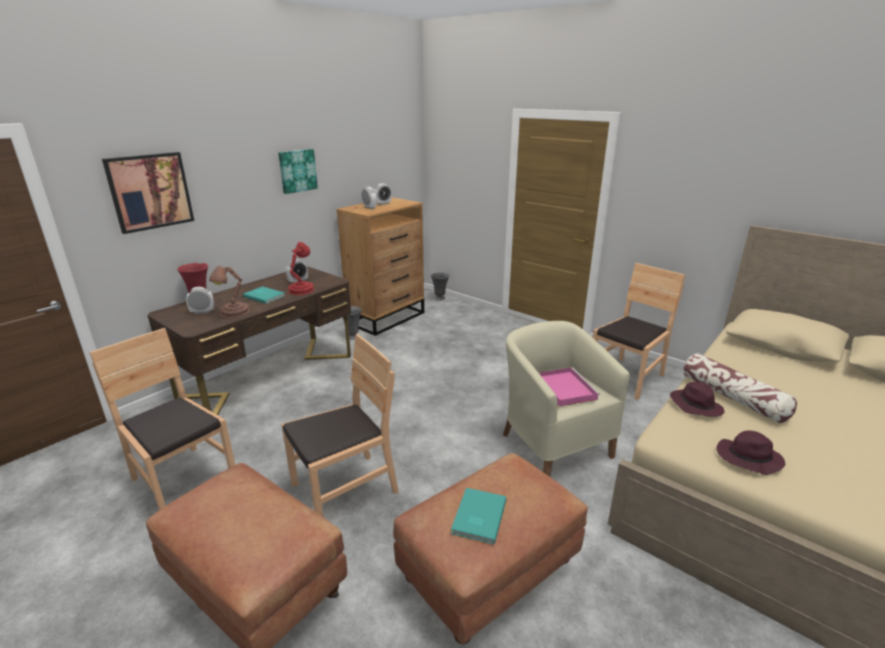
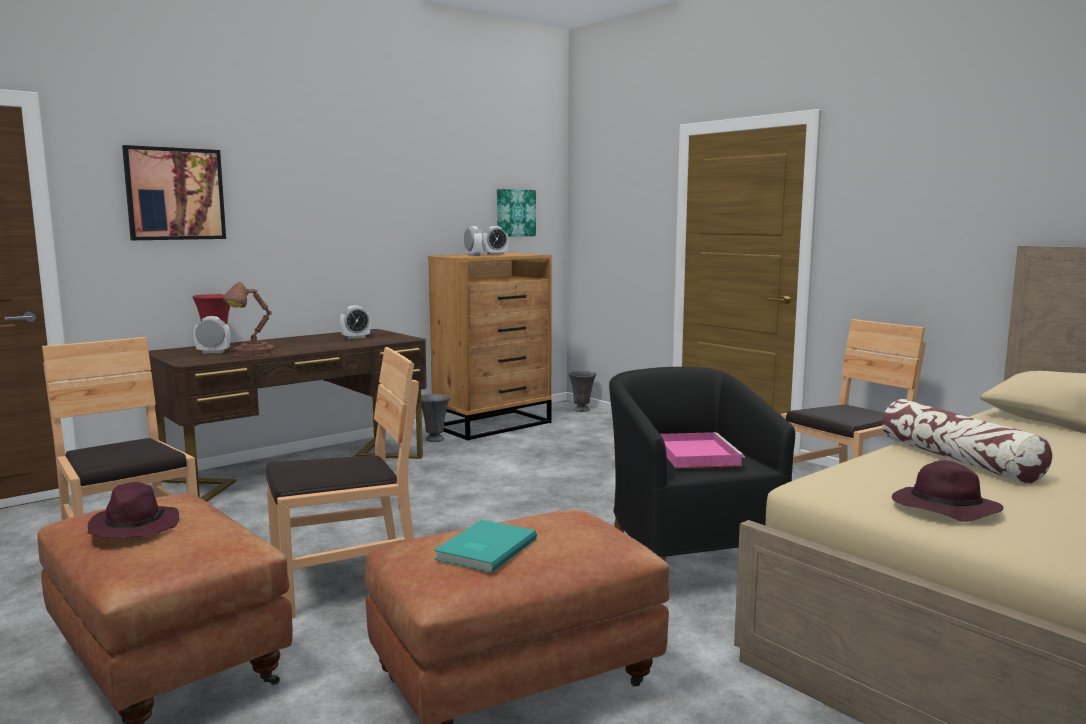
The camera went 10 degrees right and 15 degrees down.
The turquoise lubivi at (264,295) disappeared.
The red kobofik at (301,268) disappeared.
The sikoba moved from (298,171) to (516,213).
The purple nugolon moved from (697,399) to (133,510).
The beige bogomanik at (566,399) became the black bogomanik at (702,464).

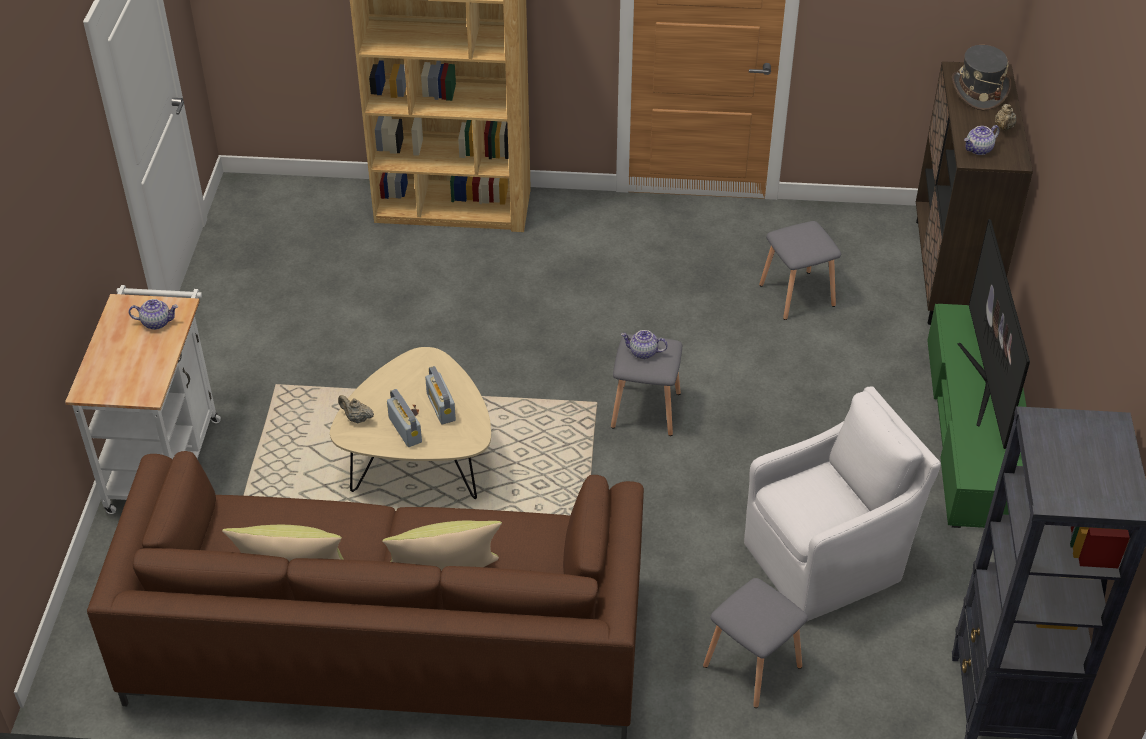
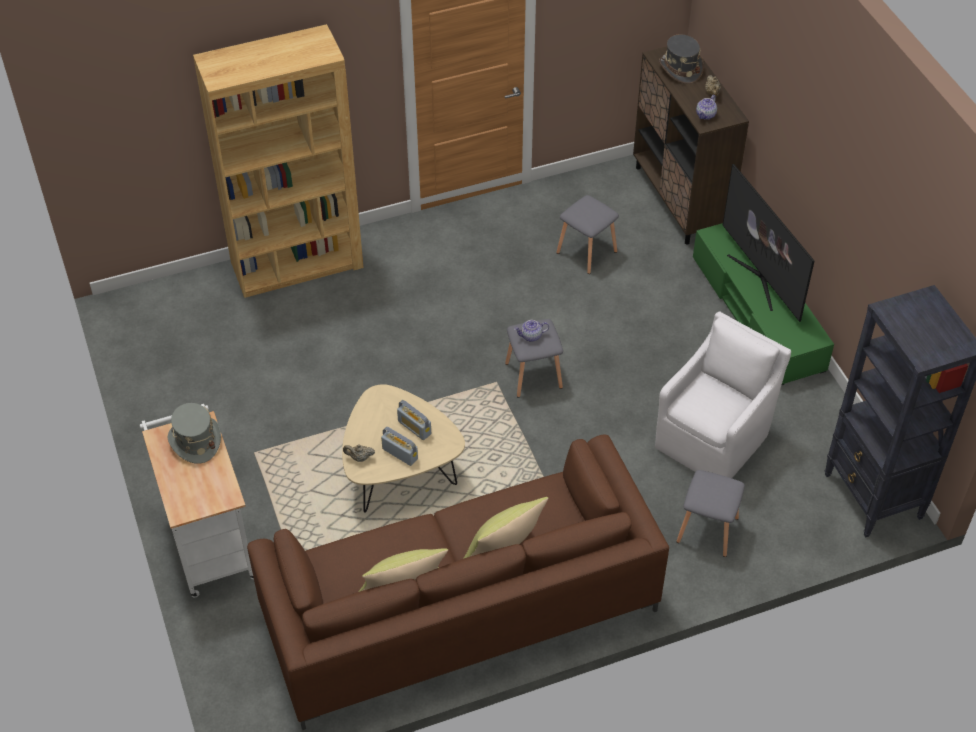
The camera went 25 degrees left and 5 degrees up.
The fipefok at (153,314) was replaced by the grey nugolon at (194,433).

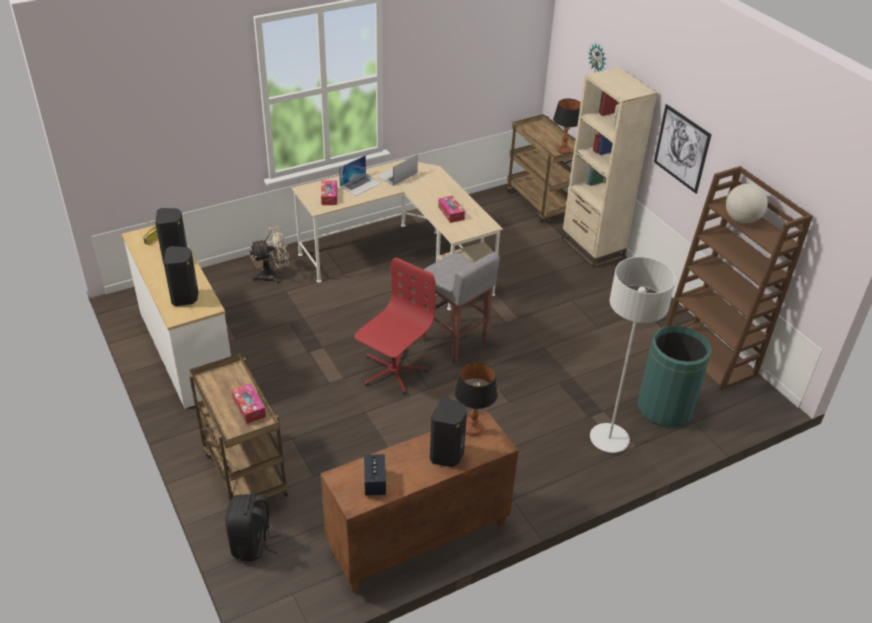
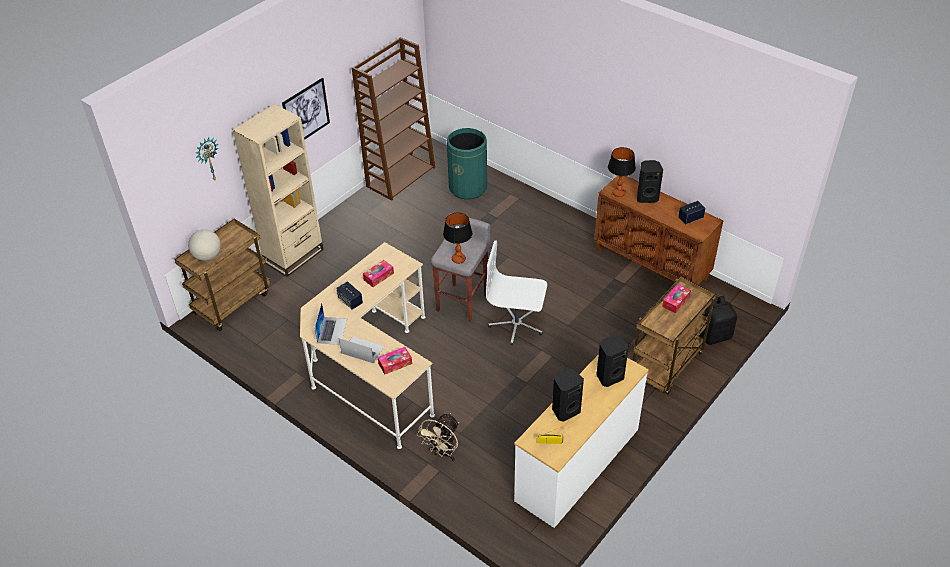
The camera went 110 degrees left and 5 degrees up.
The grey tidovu at (633,355) disappeared.
The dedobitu at (350,295) appeared.
The kobofik moved from (567,126) to (457,238).
The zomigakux moved from (747,204) to (204,245).
The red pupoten at (395,326) became the white pupoten at (516,292).
The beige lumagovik at (269,255) turned 105 degrees counterclockwise.
The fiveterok at (397,170) turned 105 degrees counterclockwise.

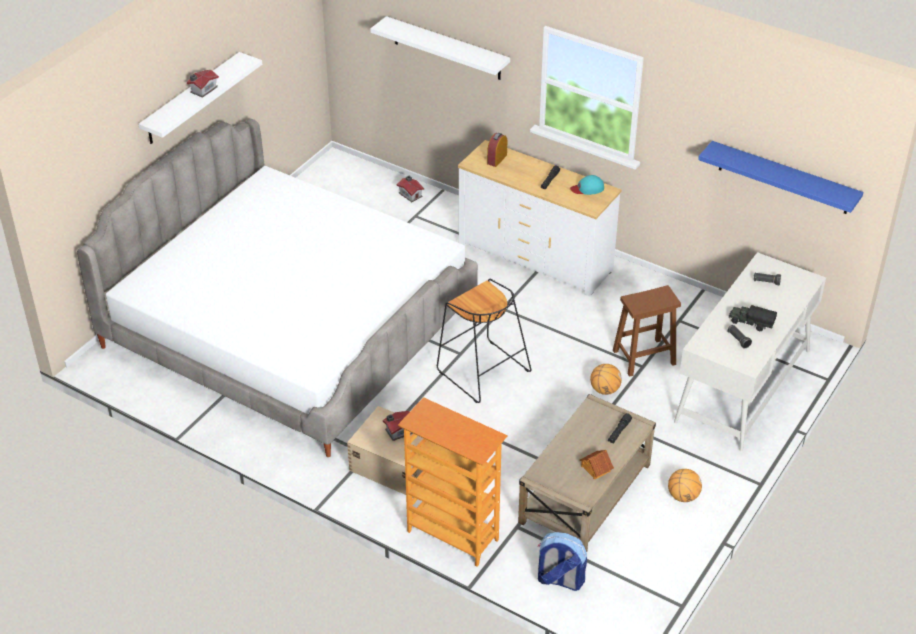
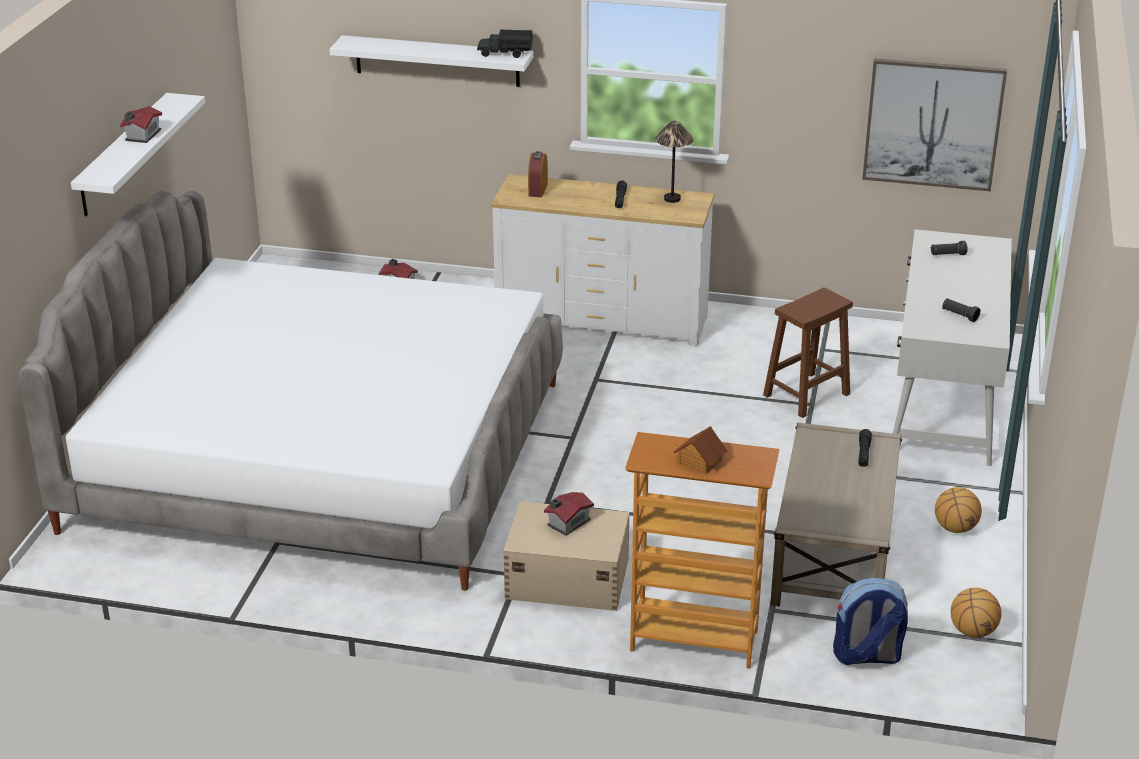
The camera went 20 degrees left and 10 degrees down.
The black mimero at (484,341) disappeared.
The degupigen moved from (597,465) to (701,450).
The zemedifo moved from (606,379) to (976,613).
The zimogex moved from (753,318) to (505,44).
The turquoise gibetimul at (587,185) was replaced by the kobofik at (674,162).
The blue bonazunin at (780,177) was replaced by the sikoba at (934,124).

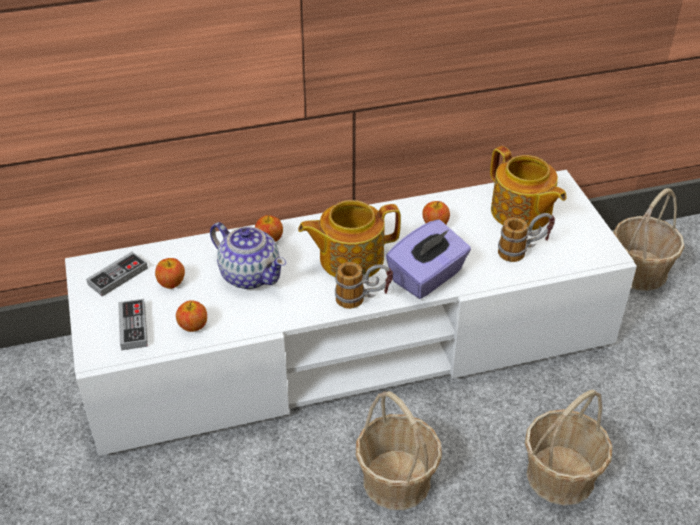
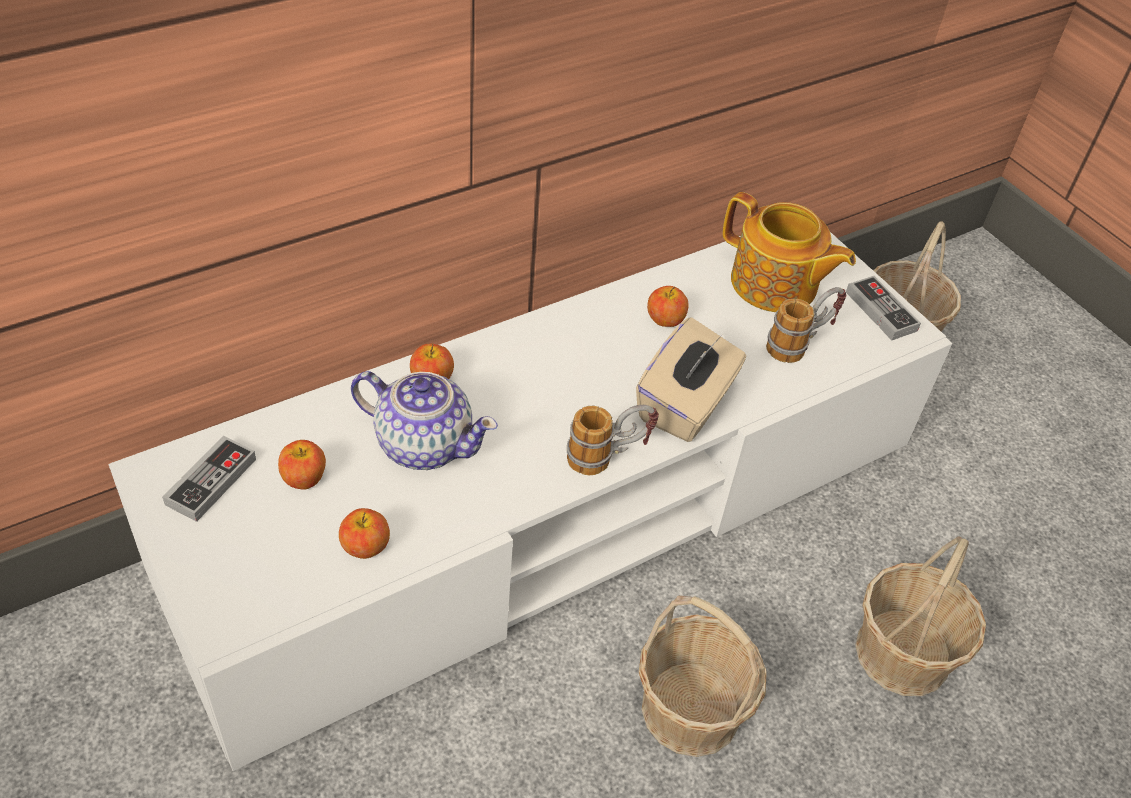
The camera went 20 degrees left and 5 degrees up.
The fipefok at (349,238) disappeared.
The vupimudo moved from (133,324) to (883,308).
The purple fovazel at (428,259) became the beige fovazel at (691,379).

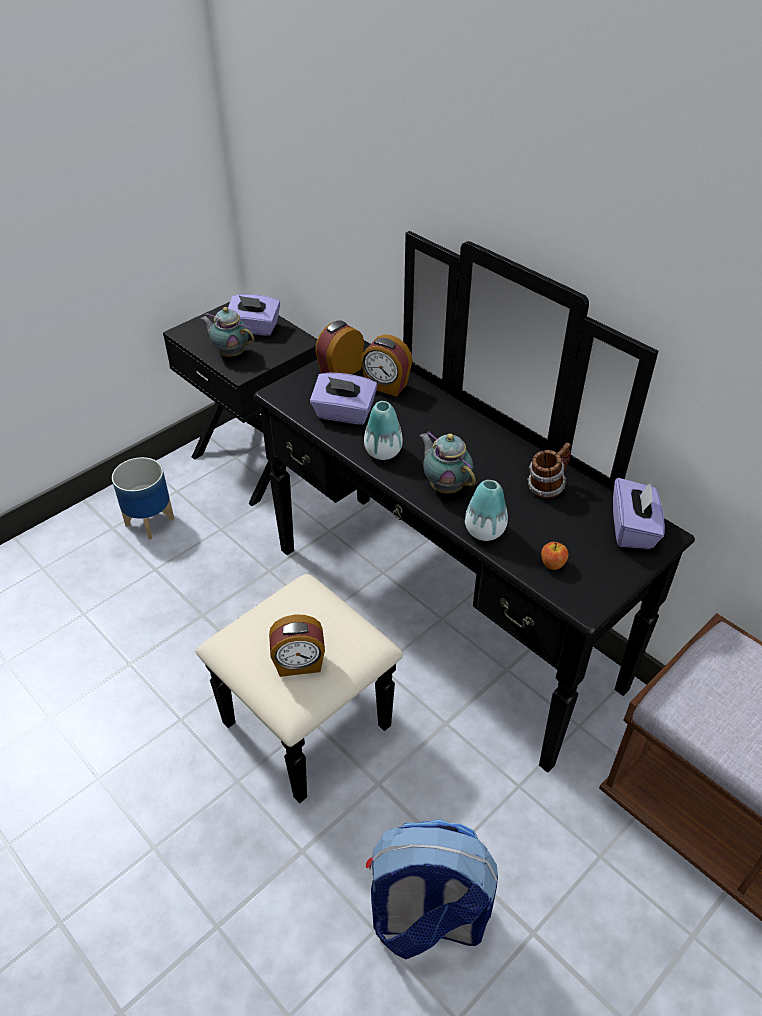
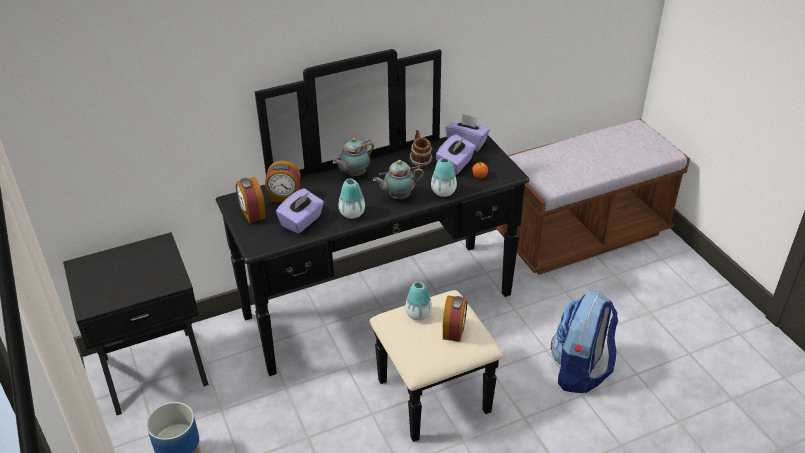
The camera went 70 degrees left and 5 degrees down.
The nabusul at (418,301) appeared.
The fipefok moved from (227,332) to (353,157).
The purple fovazel moved from (254,315) to (456,154).
The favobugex at (387,365) turned 45 degrees clockwise.

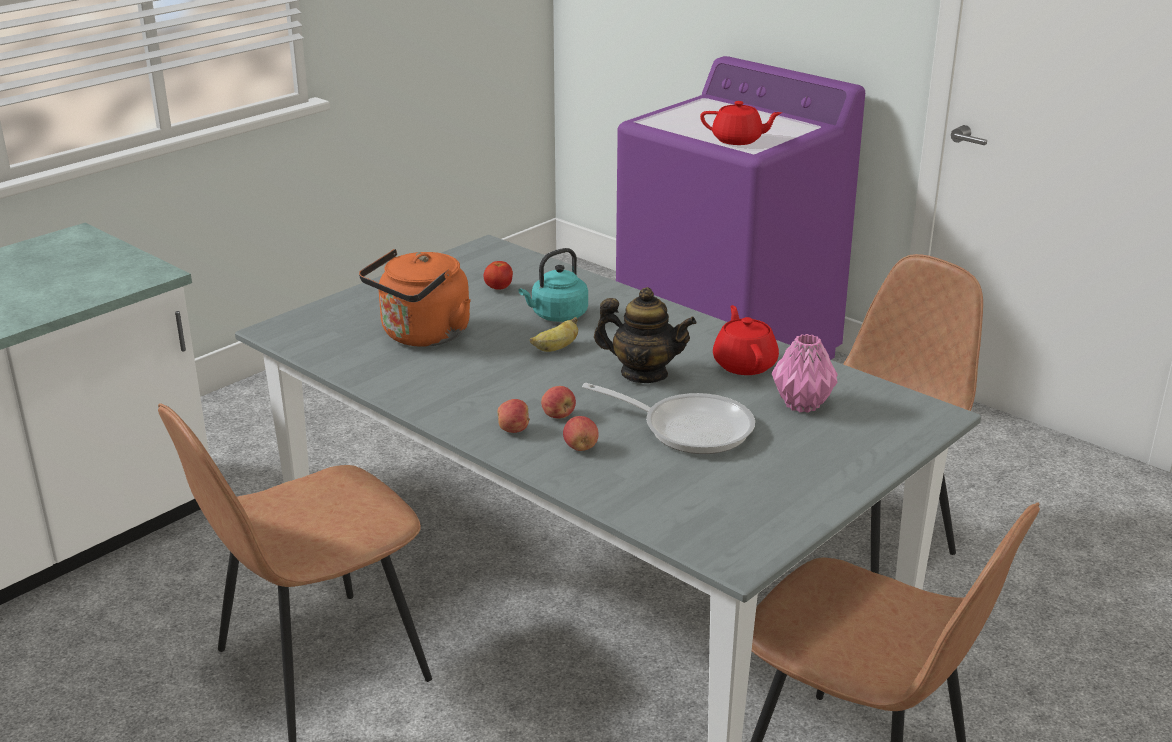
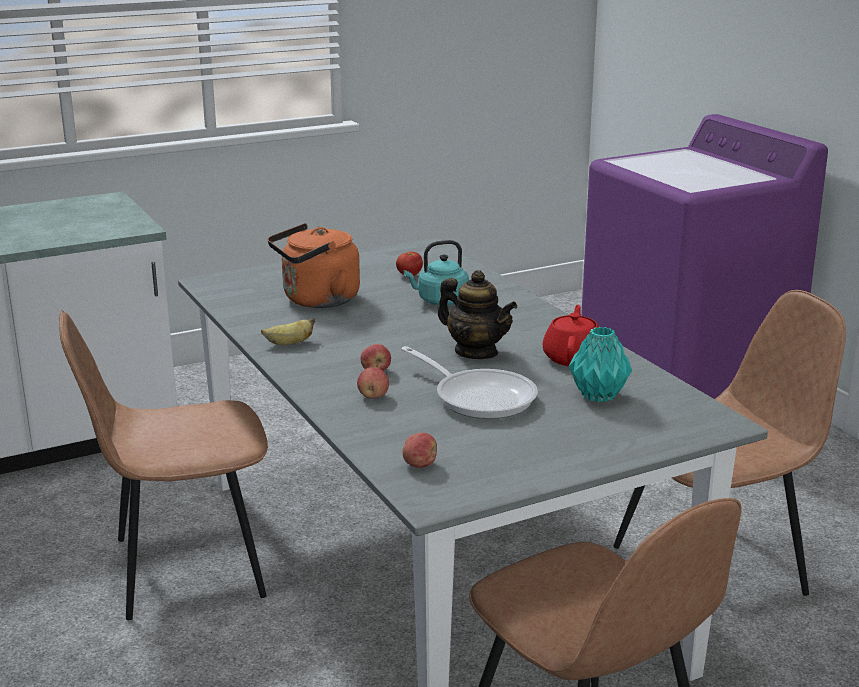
The camera went 20 degrees right and 5 degrees down.
The red fipefok at (741,123) disappeared.
The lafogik moved from (514,416) to (420,450).
The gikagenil moved from (554,334) to (288,331).
The pink nabusul at (805,373) became the turquoise nabusul at (600,364).

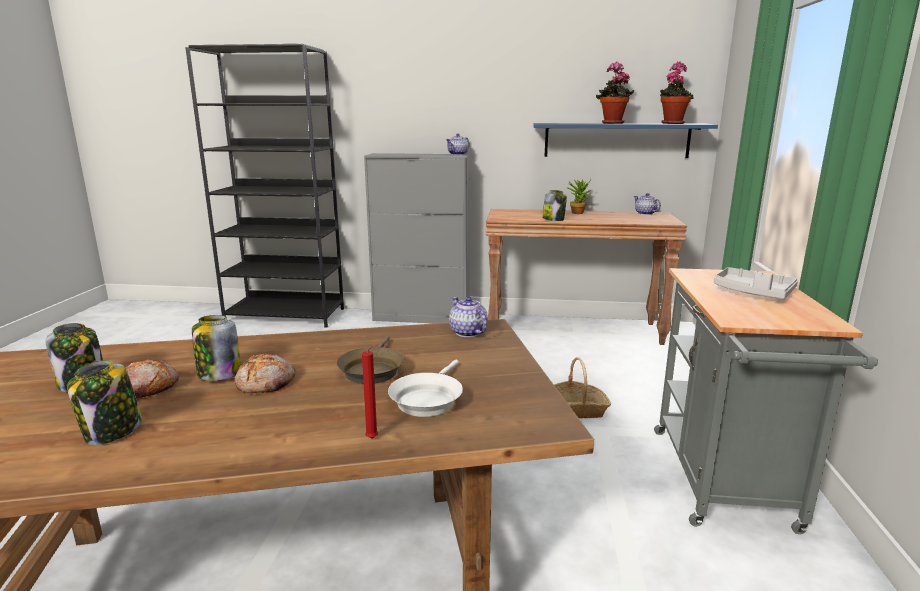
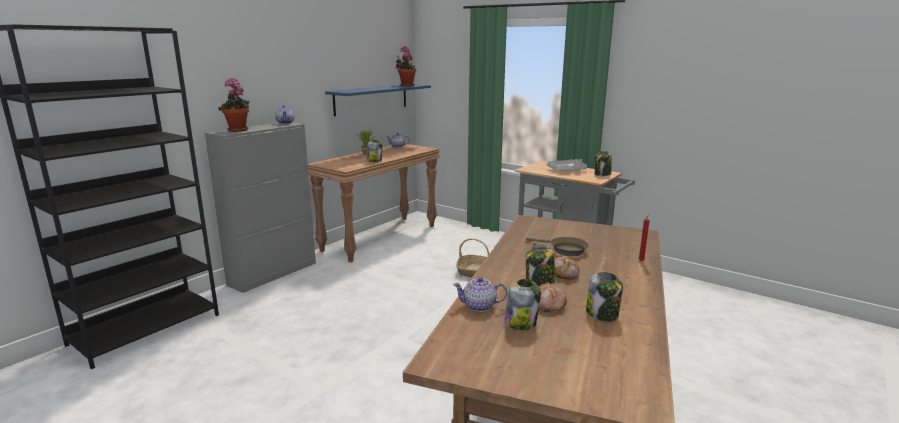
The camera went 60 degrees left and 0 degrees up.
The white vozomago at (425,388) disappeared.
The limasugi at (603,163) appeared.
The fipefok moved from (468,317) to (480,294).
The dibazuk moved from (615,93) to (234,105).

